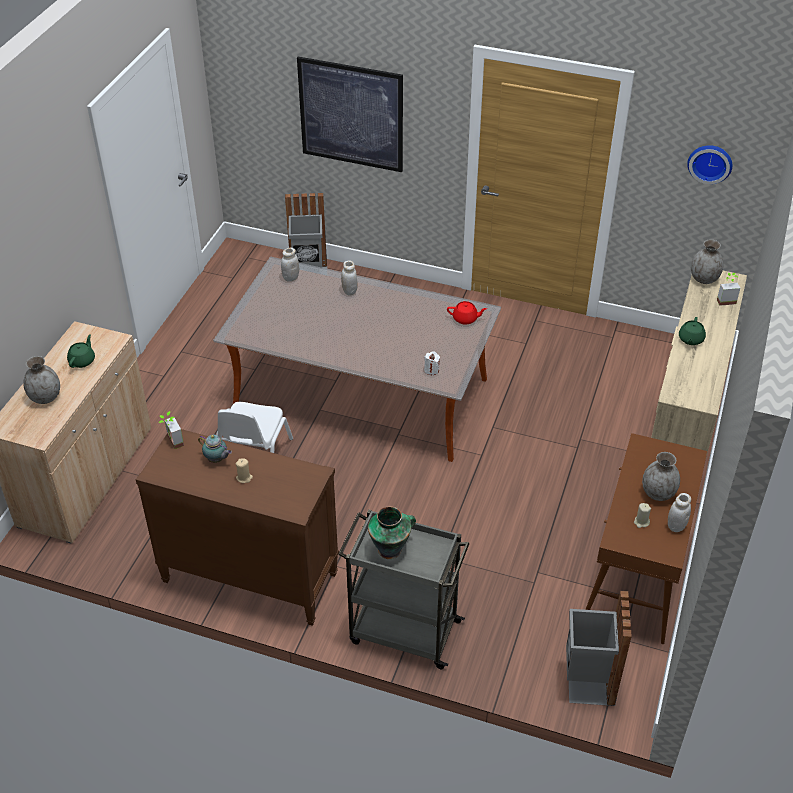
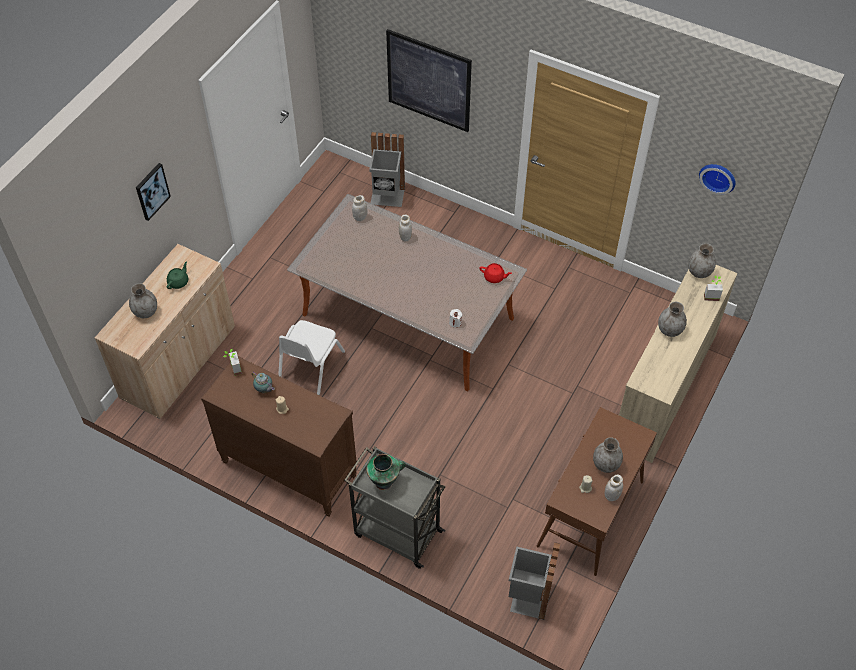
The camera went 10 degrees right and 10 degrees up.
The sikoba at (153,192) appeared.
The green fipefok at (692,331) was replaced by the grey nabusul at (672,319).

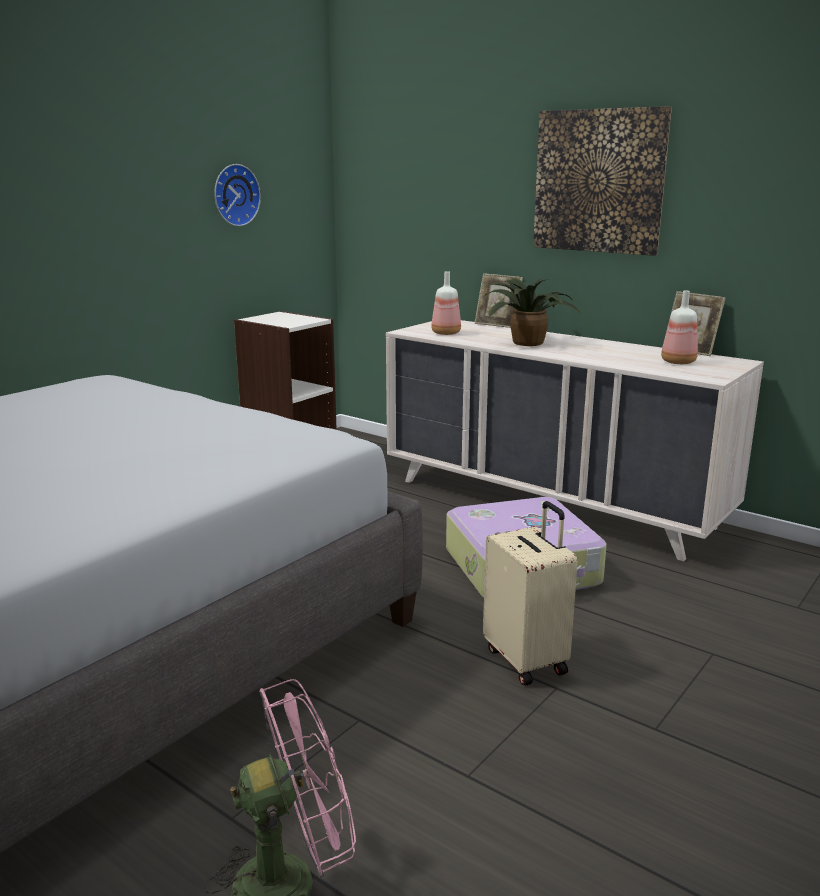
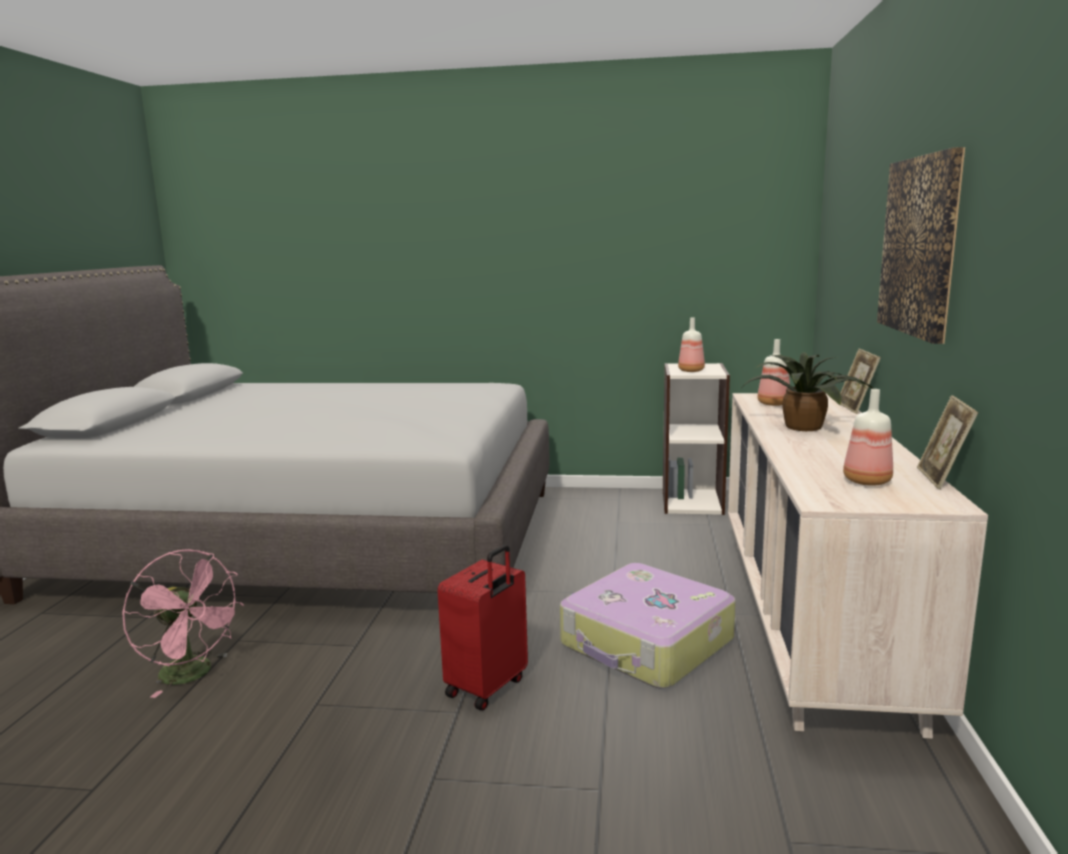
The camera went 60 degrees right and 5 degrees down.
The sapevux at (237,195) disappeared.
The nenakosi at (691,344) appeared.
The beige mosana at (530,593) became the red mosana at (482,628).

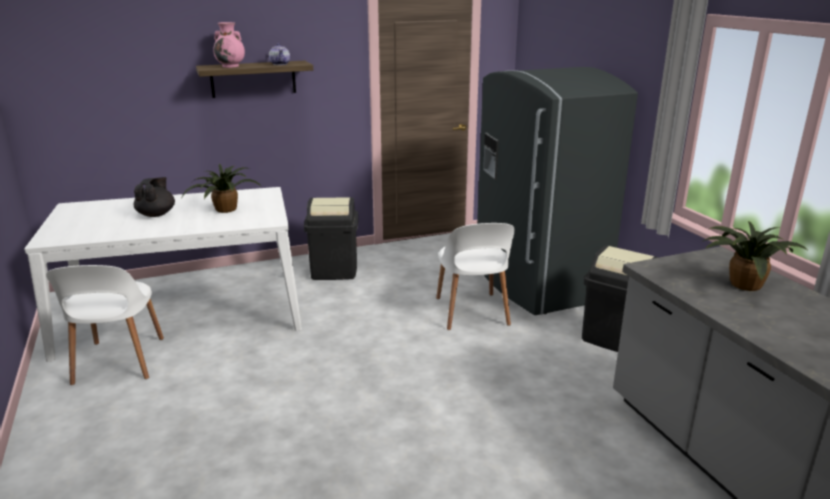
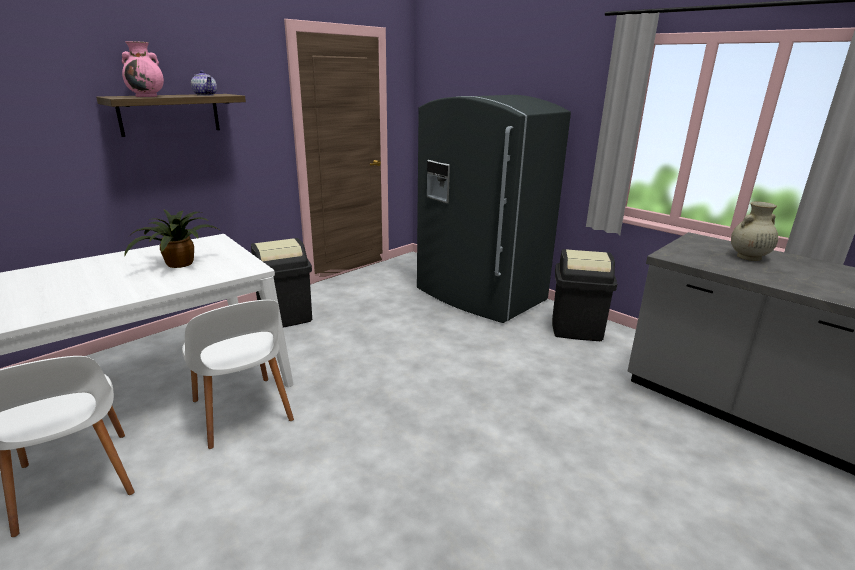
The camera went 25 degrees left and 0 degrees up.
The black fipefok at (154,197) disappeared.
The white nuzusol moved from (475,276) to (238,374).
The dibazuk at (755,256) was replaced by the beige nabusul at (754,231).

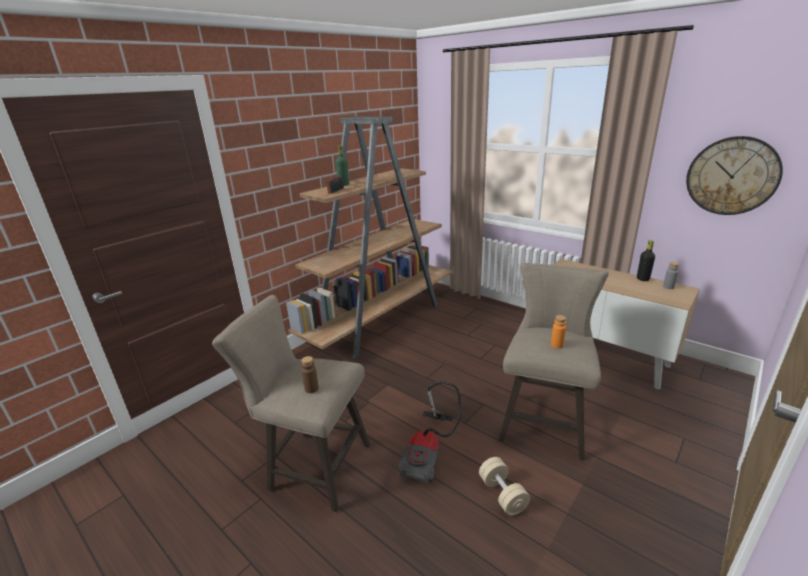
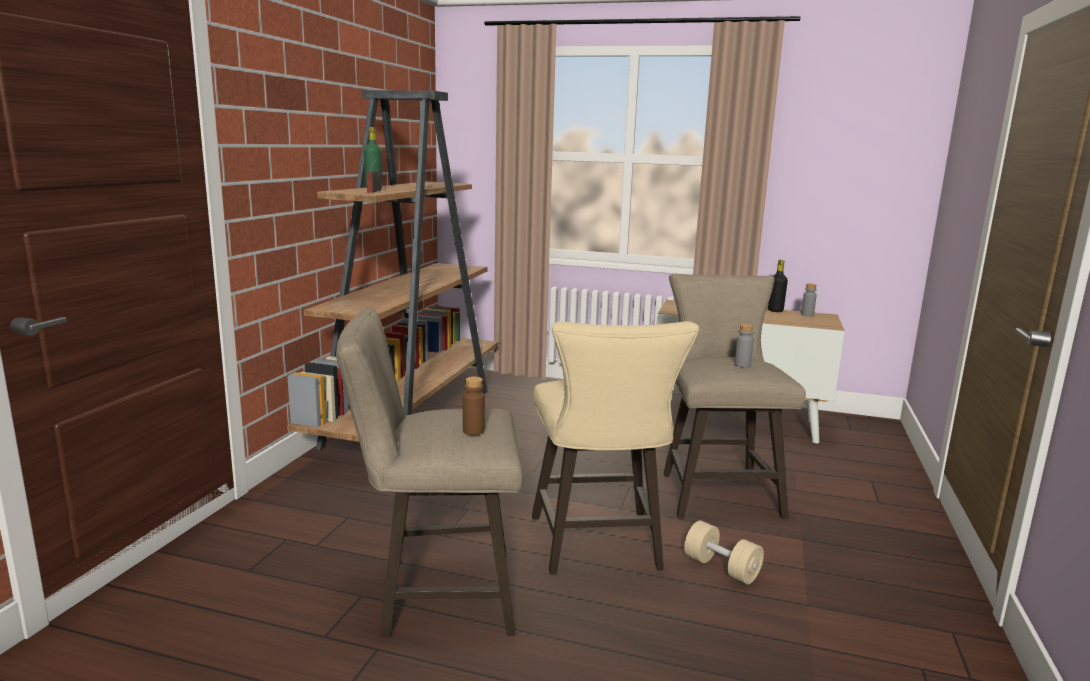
The camera went 25 degrees left and 10 degrees down.
The sapevux at (734,175) disappeared.
The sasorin at (429,433) was replaced by the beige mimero at (615,448).
The orange nenakosi at (558,332) became the grey nenakosi at (744,346).

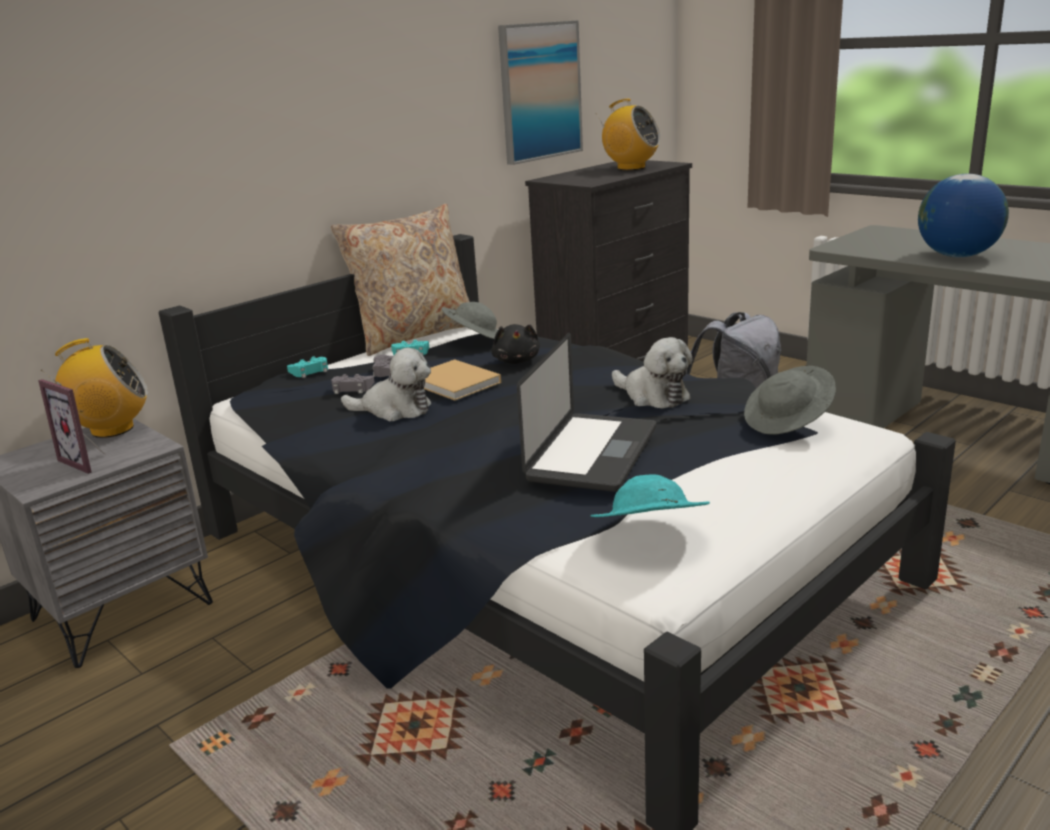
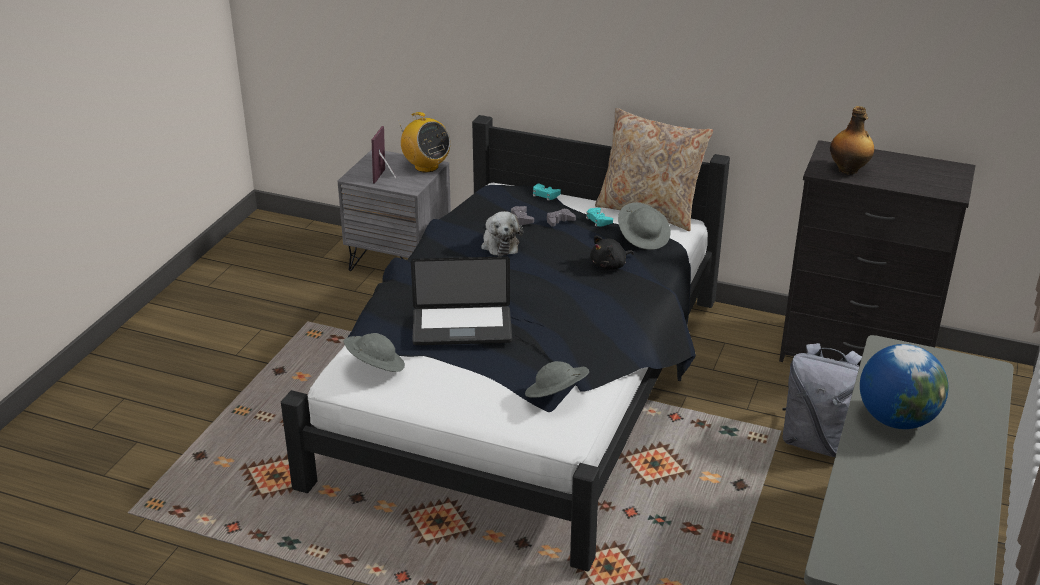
The camera went 65 degrees right and 10 degrees up.
The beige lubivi at (462,380) disappeared.
The sikoba at (540,92) disappeared.
The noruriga at (628,134) disappeared.
The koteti at (652,372) disappeared.
The nenakosi at (852,140) appeared.
The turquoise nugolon at (650,495) became the grey nugolon at (374,352).

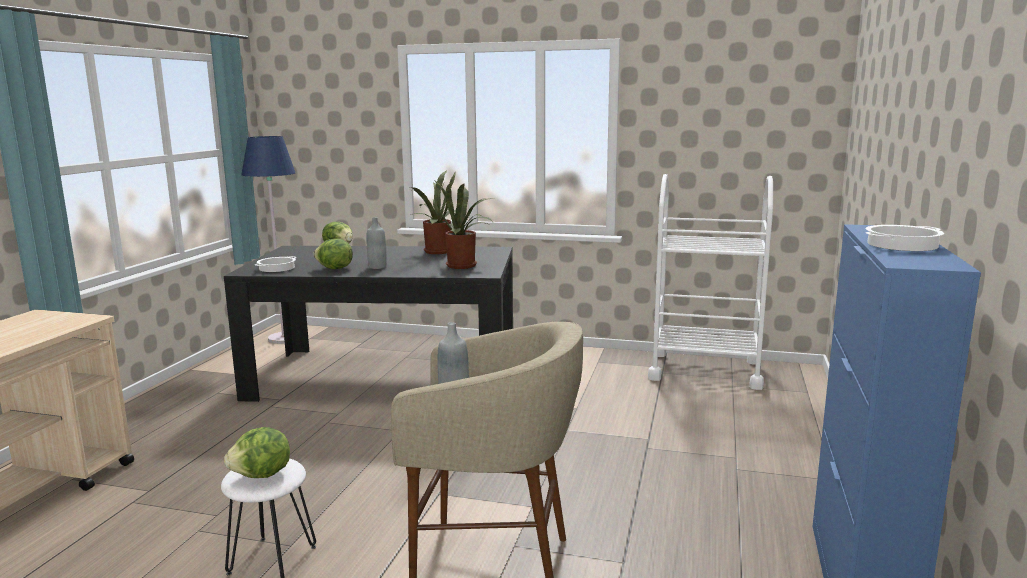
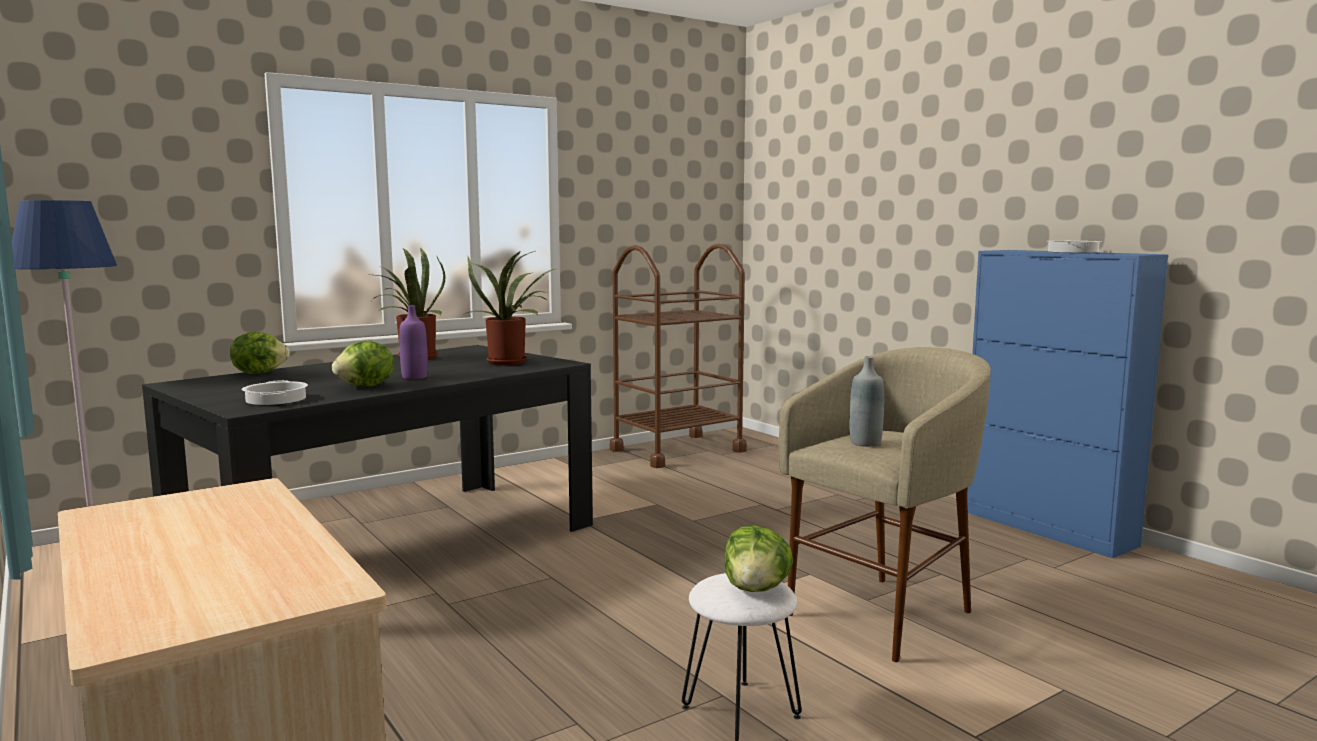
The camera went 50 degrees left and 5 degrees down.
The grey nenakosi at (376,243) became the purple nenakosi at (413,342).
The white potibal at (710,282) became the brown potibal at (678,356).

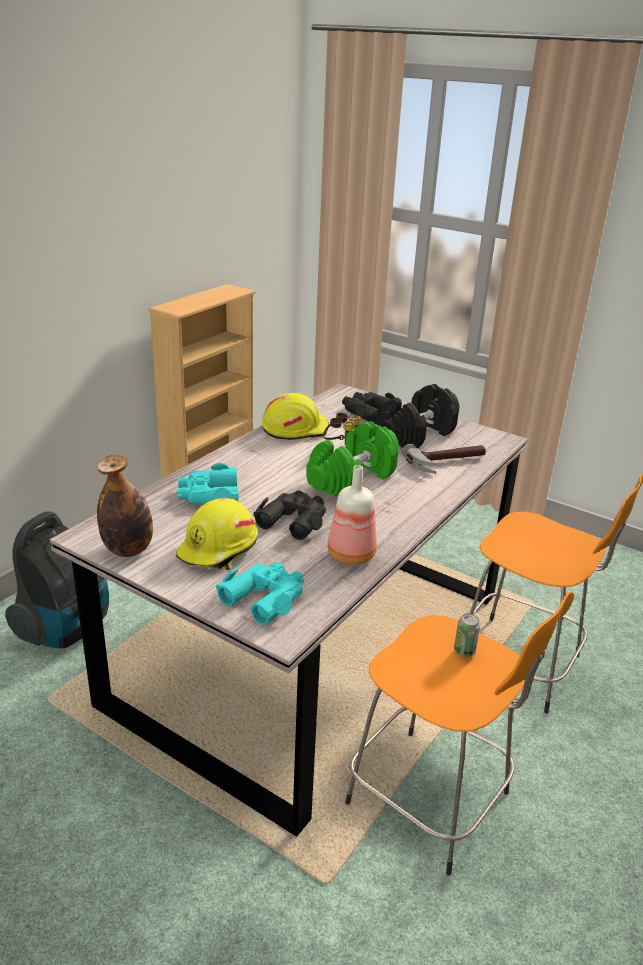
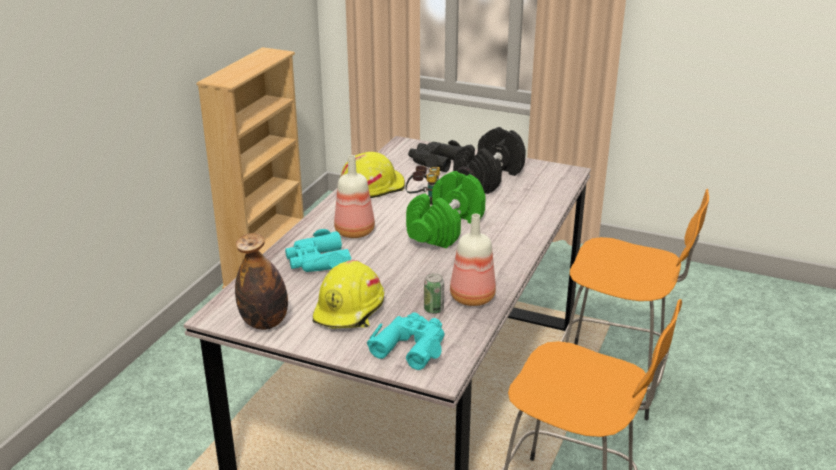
The camera went 10 degrees left and 0 degrees up.
The sasorin at (57,580) disappeared.
The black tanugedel at (289,515) disappeared.
The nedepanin at (444,459) disappeared.
The nenakosi at (354,196) appeared.
The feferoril moved from (467,635) to (434,293).

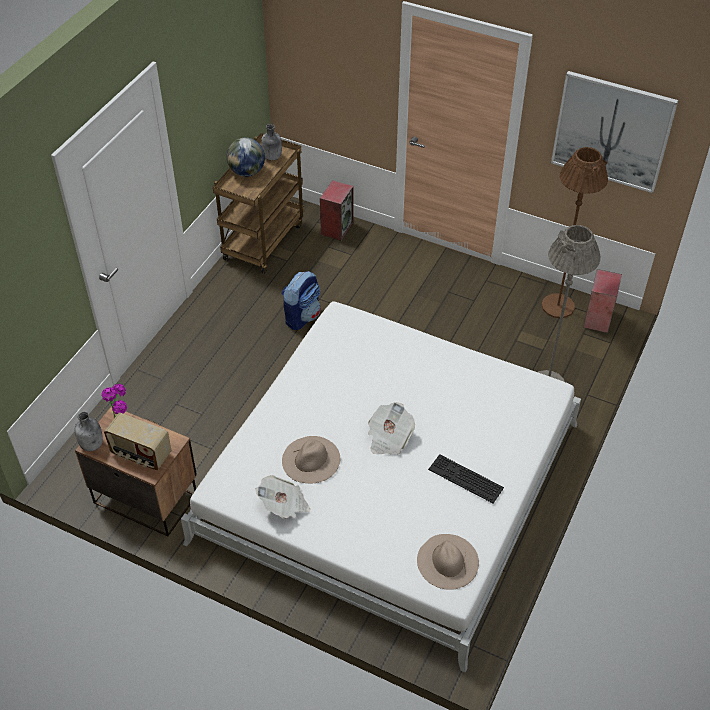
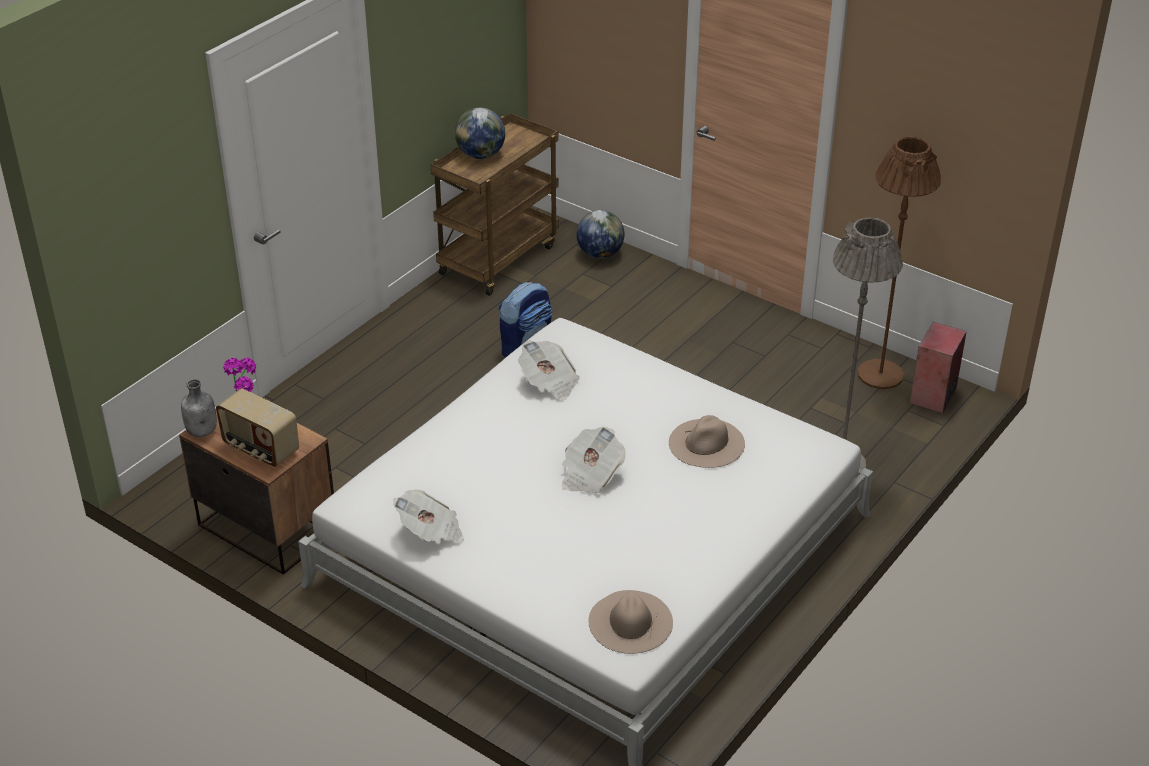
The camera went 10 degrees right and 10 degrees down.
The grey nenakosi at (271,142) disappeared.
The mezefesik at (466,478) disappeared.
The sikoba at (614,132) disappeared.
The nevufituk at (549,370) appeared.
The beige nugolon moved from (311,459) to (707,441).
The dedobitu at (336,210) was replaced by the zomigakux at (600,234).

